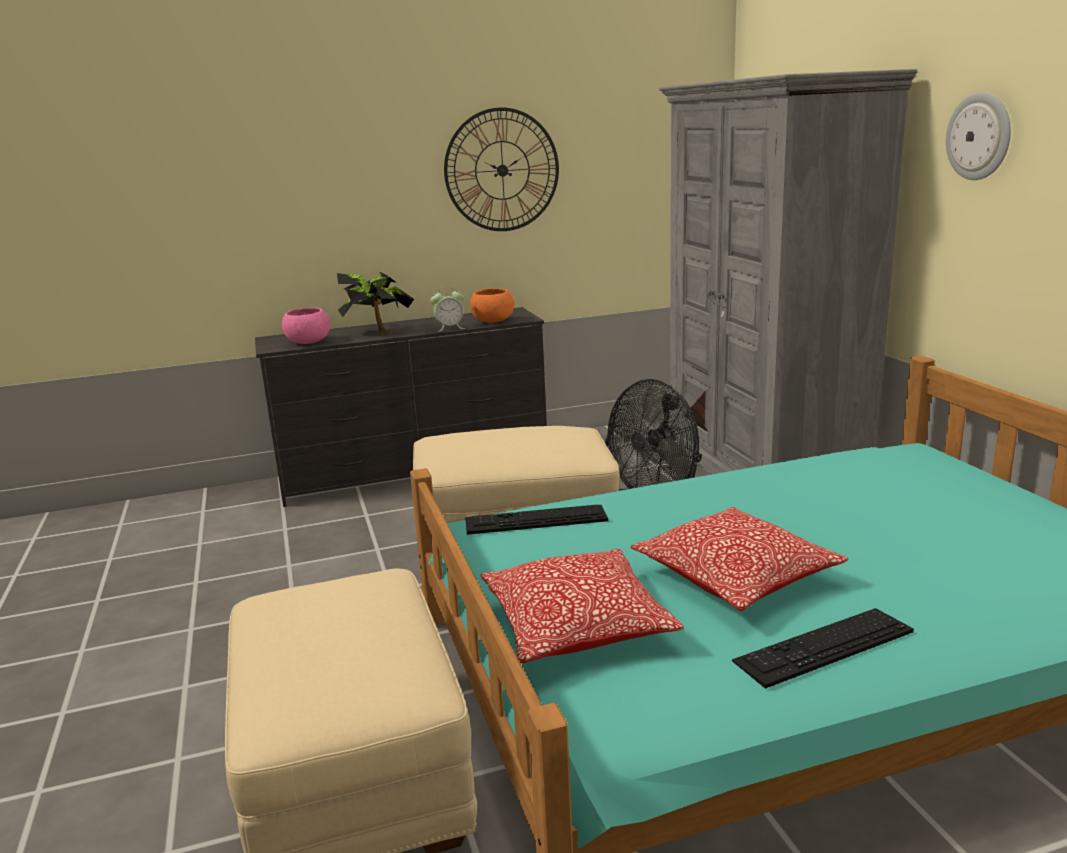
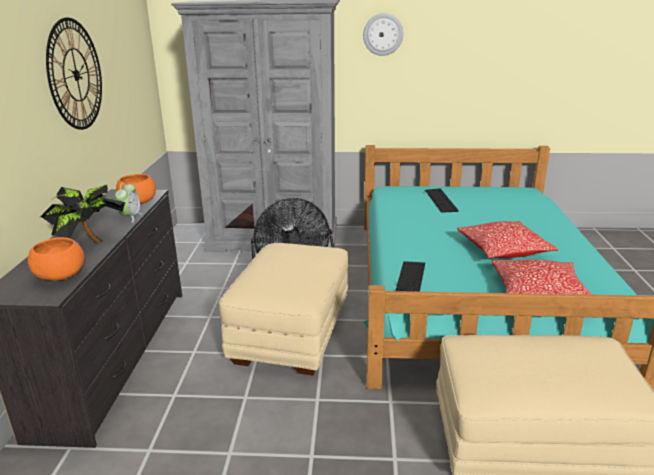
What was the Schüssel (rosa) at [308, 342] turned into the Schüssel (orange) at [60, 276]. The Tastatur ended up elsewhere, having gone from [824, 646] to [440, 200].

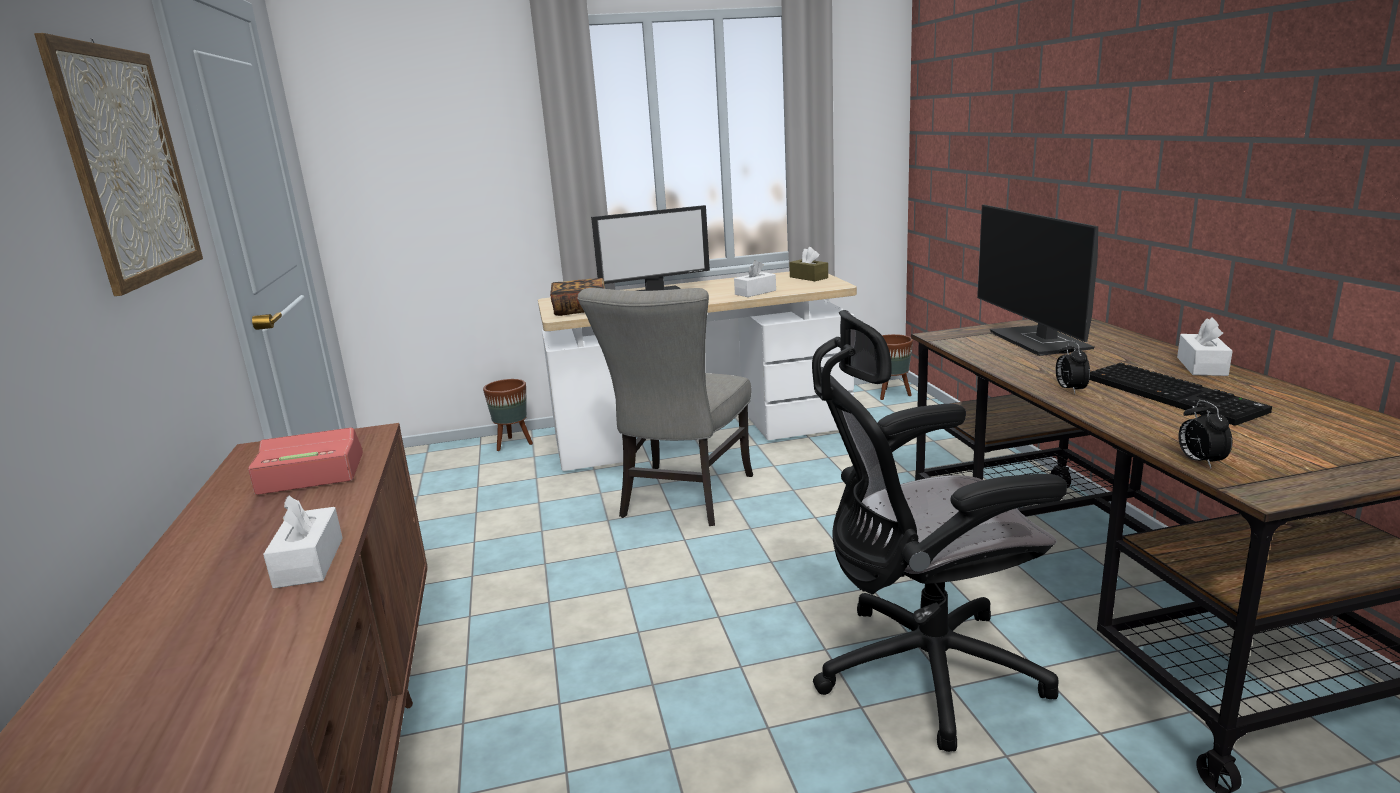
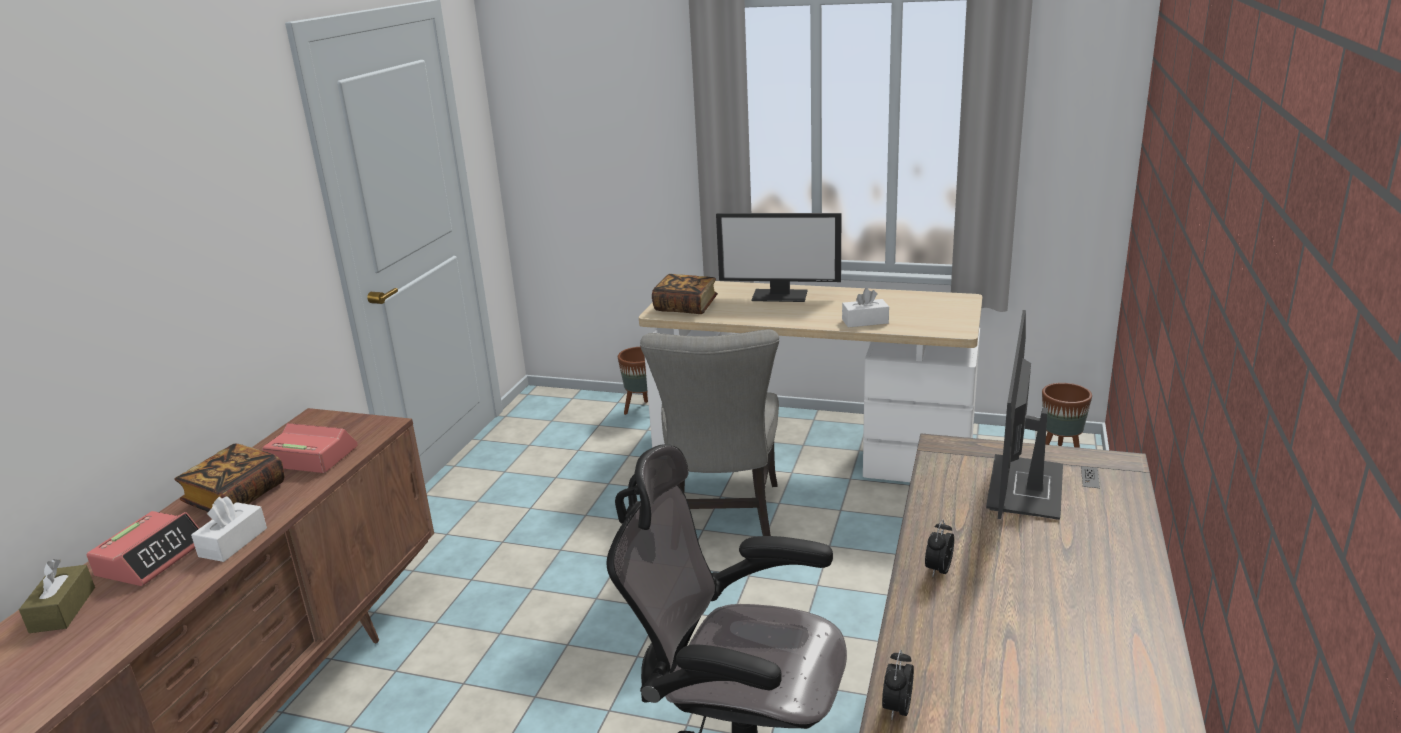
The Taschentuchbox (braun) ended up elsewhere, having gone from [808, 277] to [63, 610]. The second view gained the Wecker at [152, 558]. The second view gained the Buch at [236, 497]. The Stuhl (grau) at [682, 499] ended up facing another way, 45 degrees counterclockwise from before. The second view lost the Bild at [127, 162]. The second view lost the Tastatur at [1175, 395]. The second view lost the Taschentuchbox (weiß) at [1201, 366].

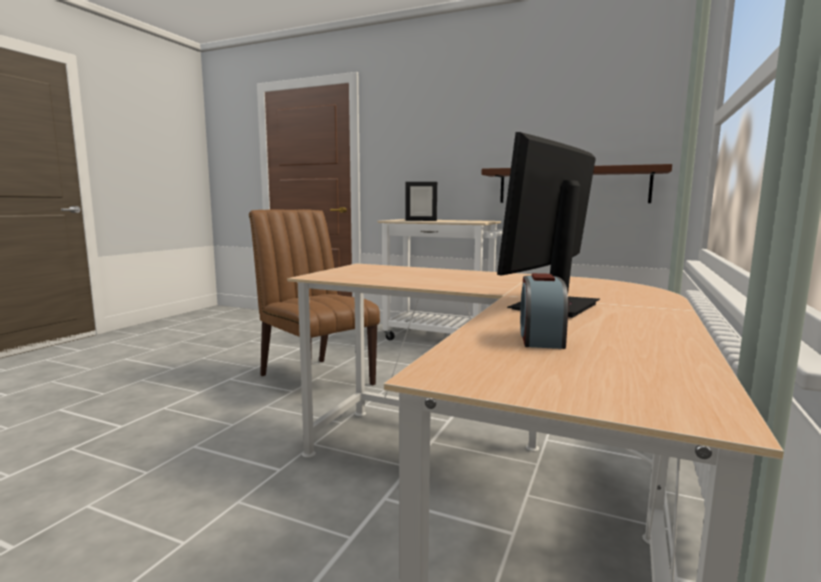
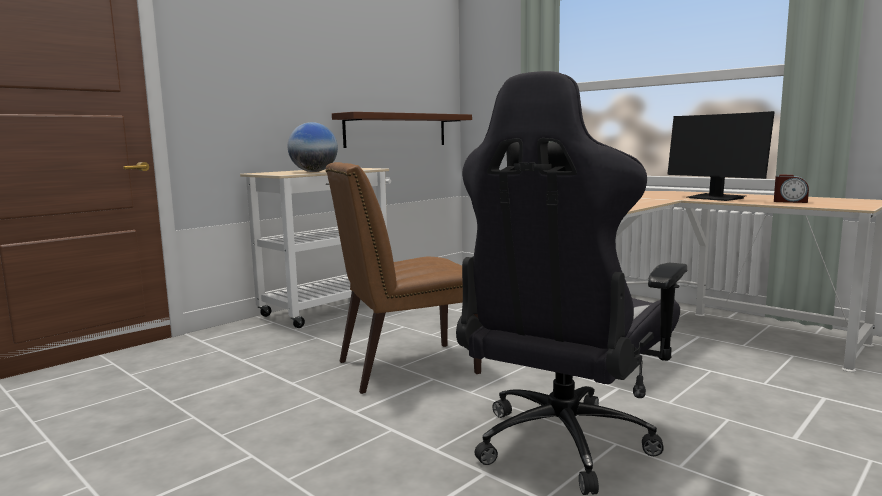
Where the Bilderrahmen stood at [421, 220], the Globus came to stand at [314, 172]. The second view gained the Bürostuhl (schwarz) at [566, 438].

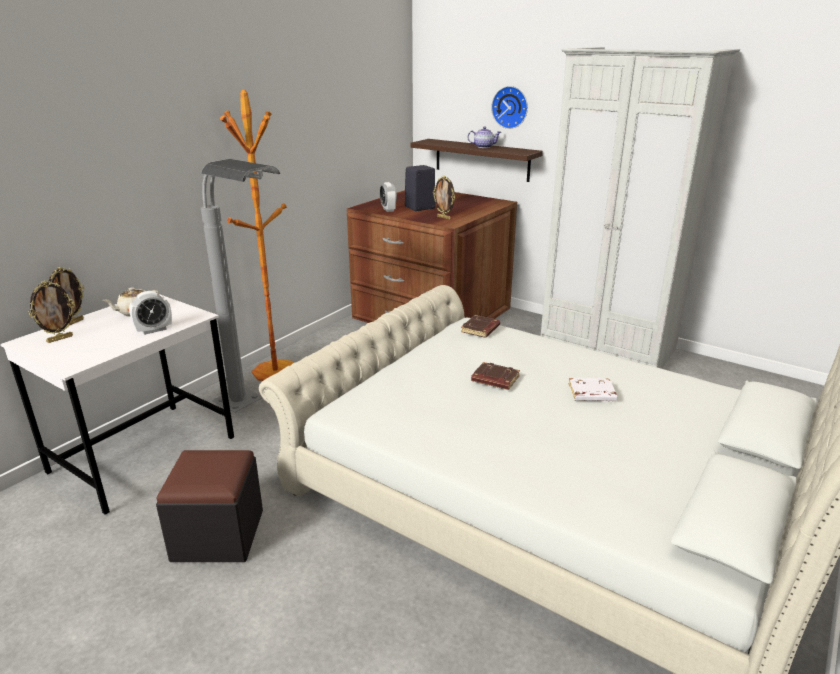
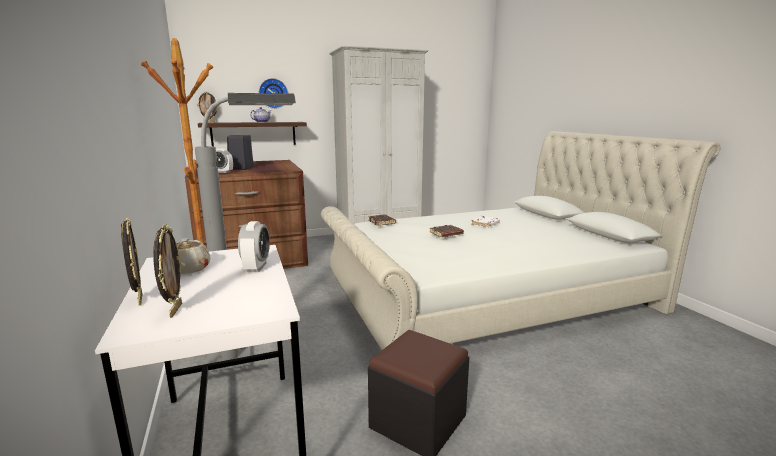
The Bilderrahmen ended up elsewhere, having gone from [444, 217] to [209, 122].

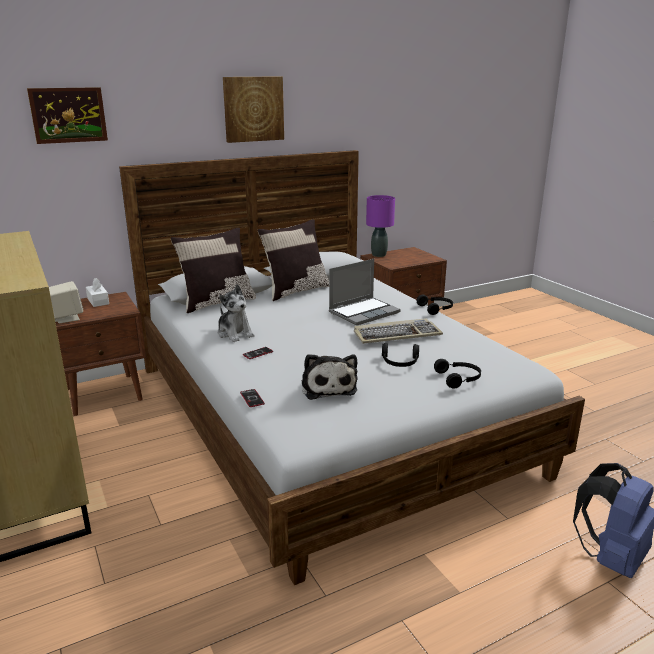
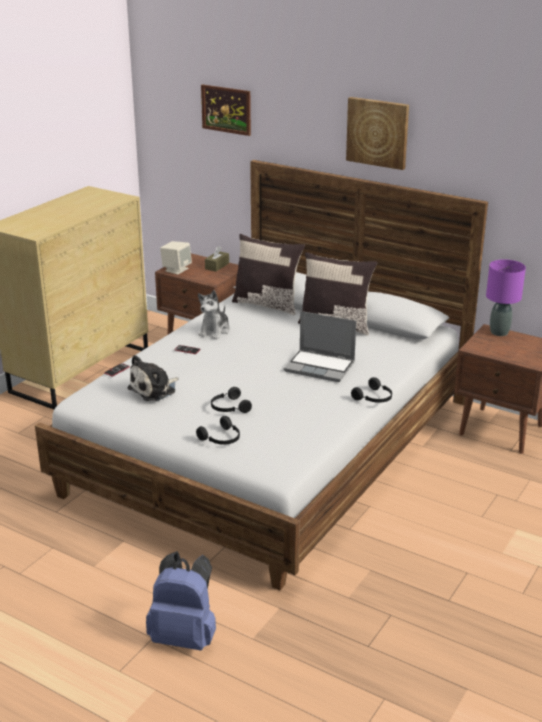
What was the Taschentuchbox (weiß) at [98, 301] turned into the Taschentuchbox (braun) at [217, 266]. The second view lost the Tastatur at [397, 334].

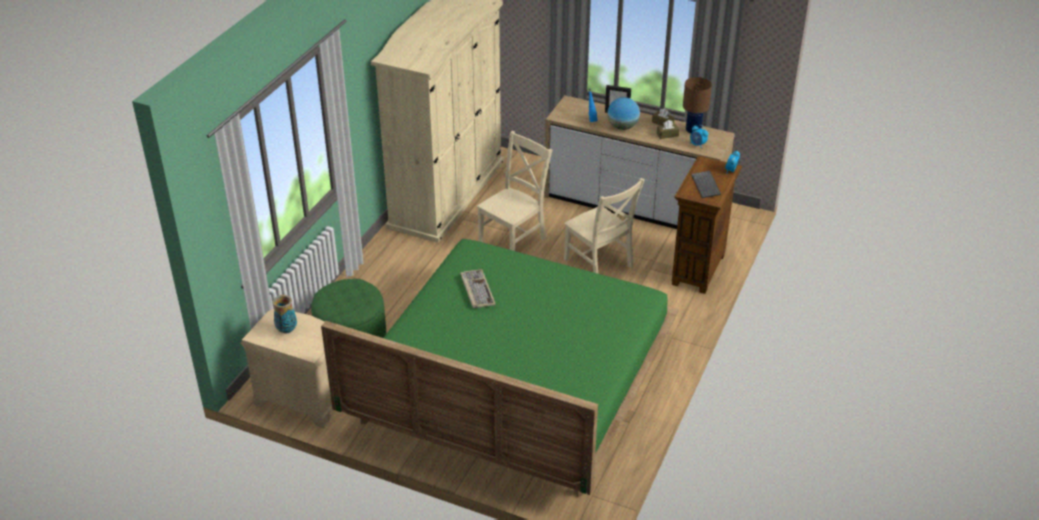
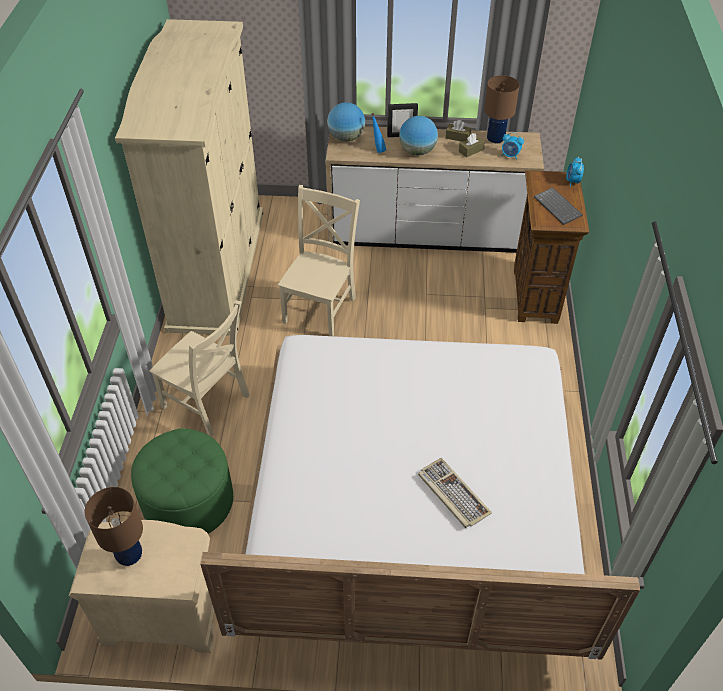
Where the Vase stood at [286, 330], the Tischlampe (braun) came to stand at [130, 556]. The Stuhl (beige) ended up elsewhere, having gone from [600, 265] to [208, 403]. What was the Bett (grün) at [515, 380] turned into the Bett (weiß) at [412, 502]. The second view gained the Globus at [346, 138]. The Tastatur ended up elsewhere, having gone from [477, 290] to [452, 494].

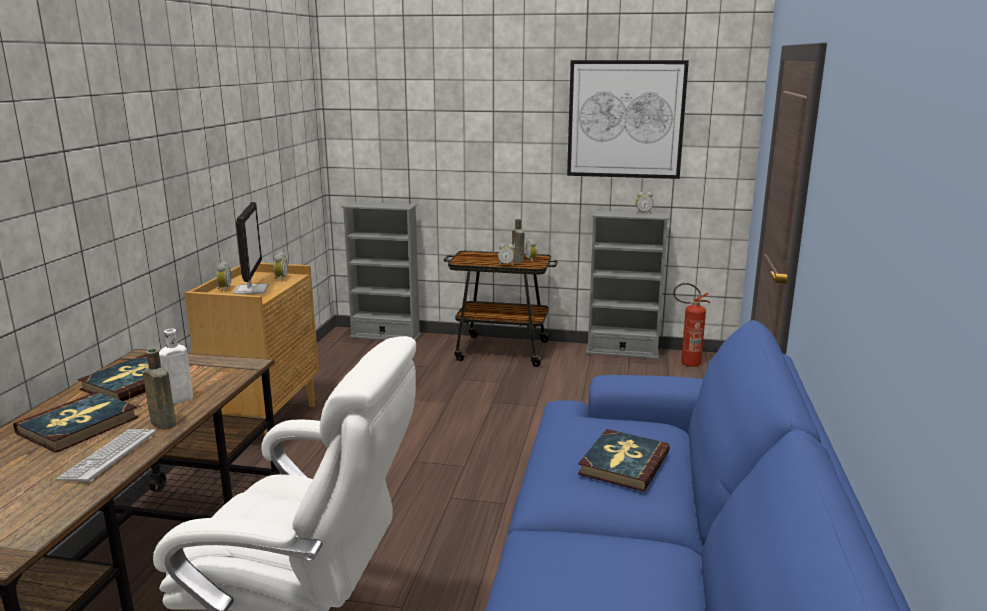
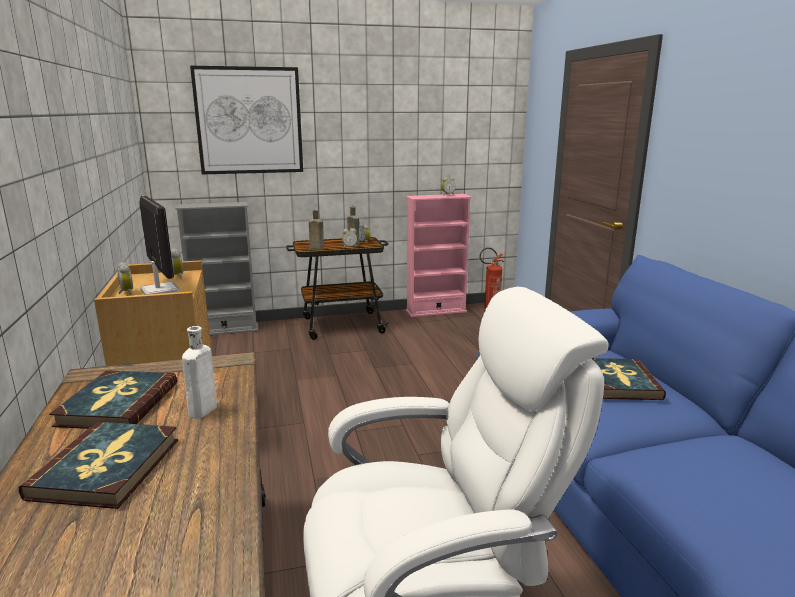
The Bild ended up elsewhere, having gone from [625, 119] to [249, 121]. The Flasche (braun) ended up elsewhere, having gone from [162, 423] to [315, 248]. What was the Bücherregal (grau) at [622, 352] turned into the Bücherregal (rosa) at [436, 311]. The second view lost the Tastatur at [109, 456].

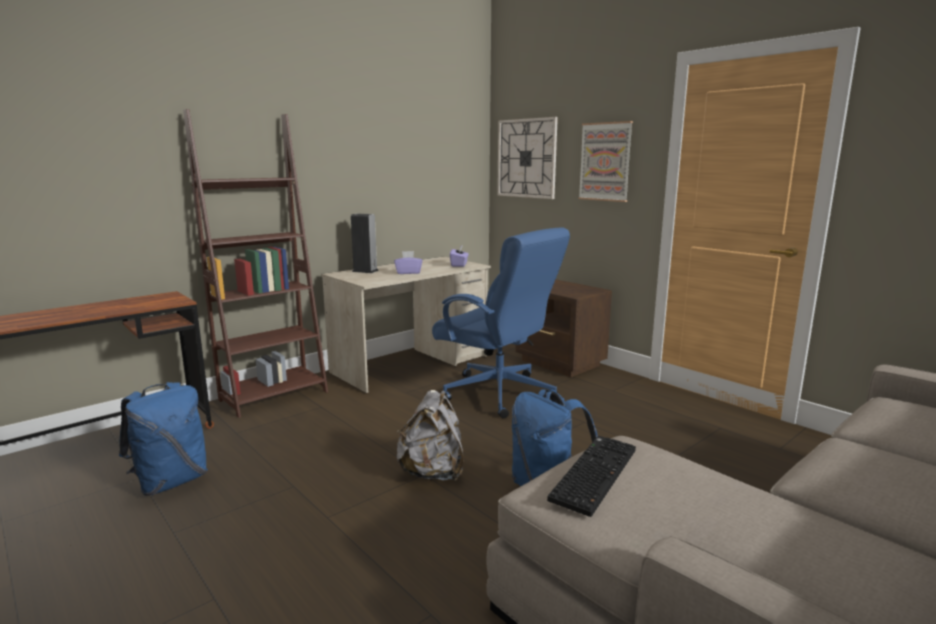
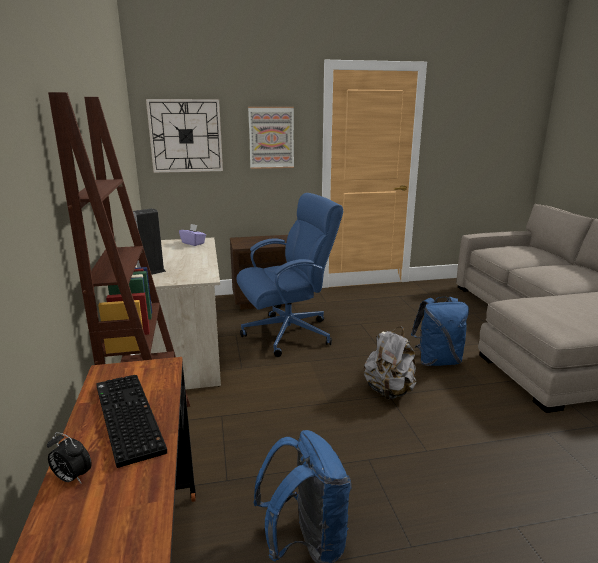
The second view gained the Wecker at [72, 478]. The Tastatur ended up elsewhere, having gone from [593, 473] to [125, 417]. The second view lost the Taschentuchbox (lila) at [408, 272].

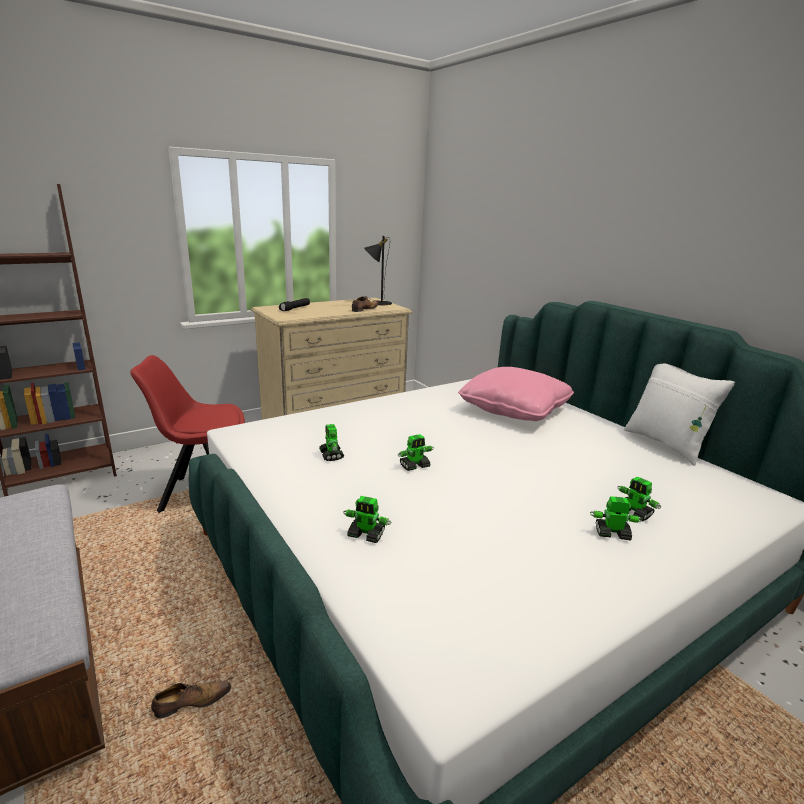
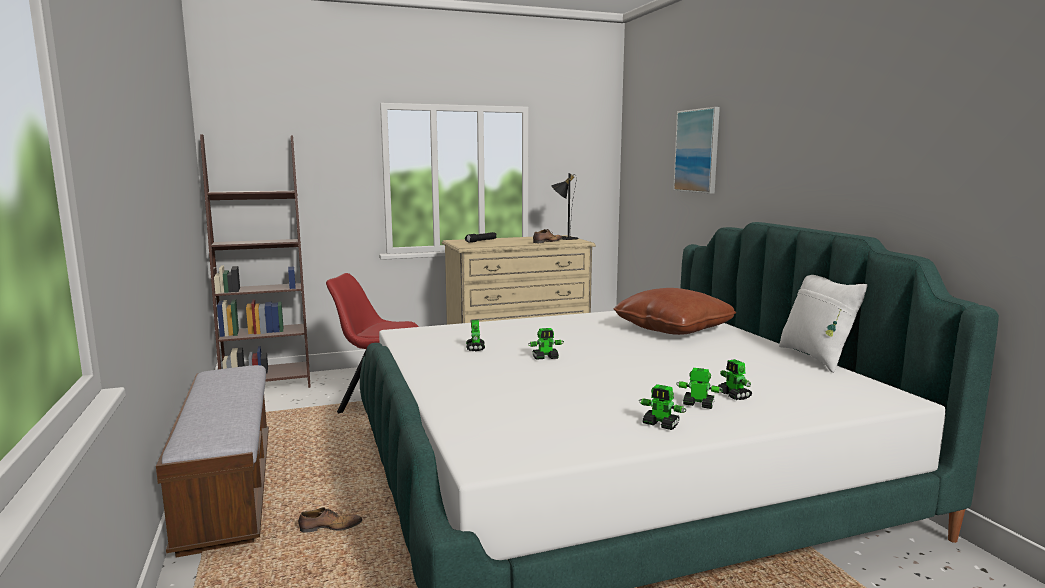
What was the Kissen (rosa) at [514, 410] turned into the Kissen (braun) at [673, 329]. The Spielzeugroboter ended up elsewhere, having gone from [366, 535] to [661, 424]. The second view gained the Bild at [697, 151].

